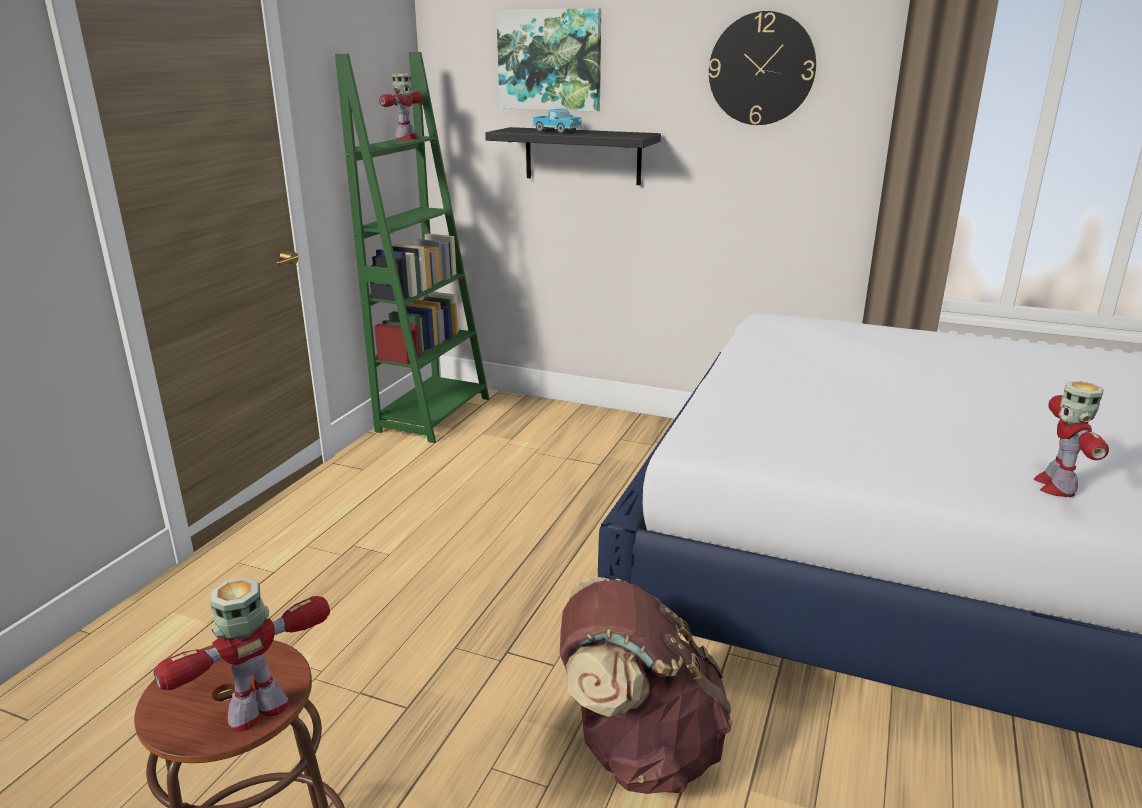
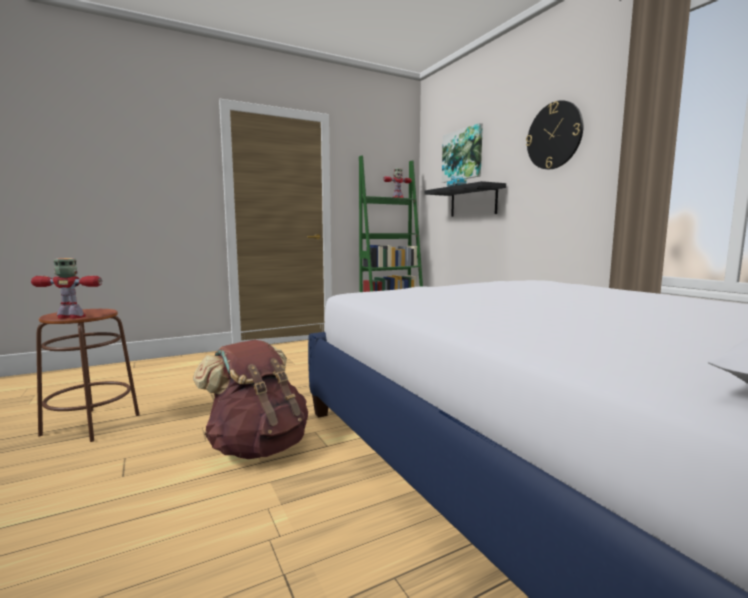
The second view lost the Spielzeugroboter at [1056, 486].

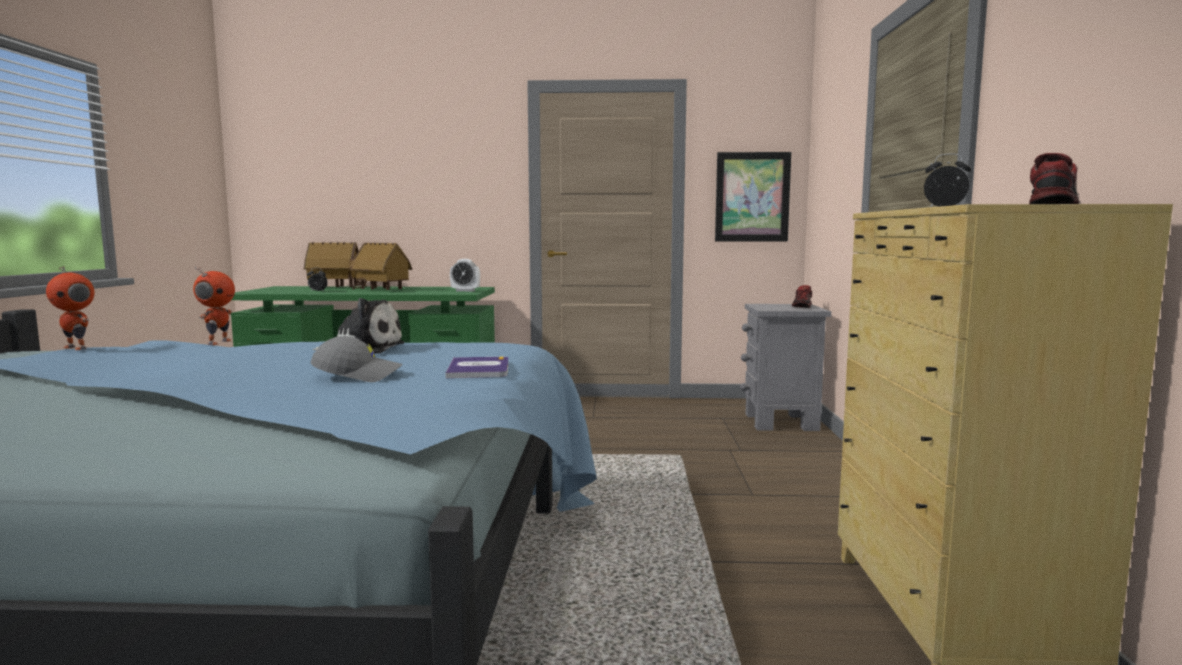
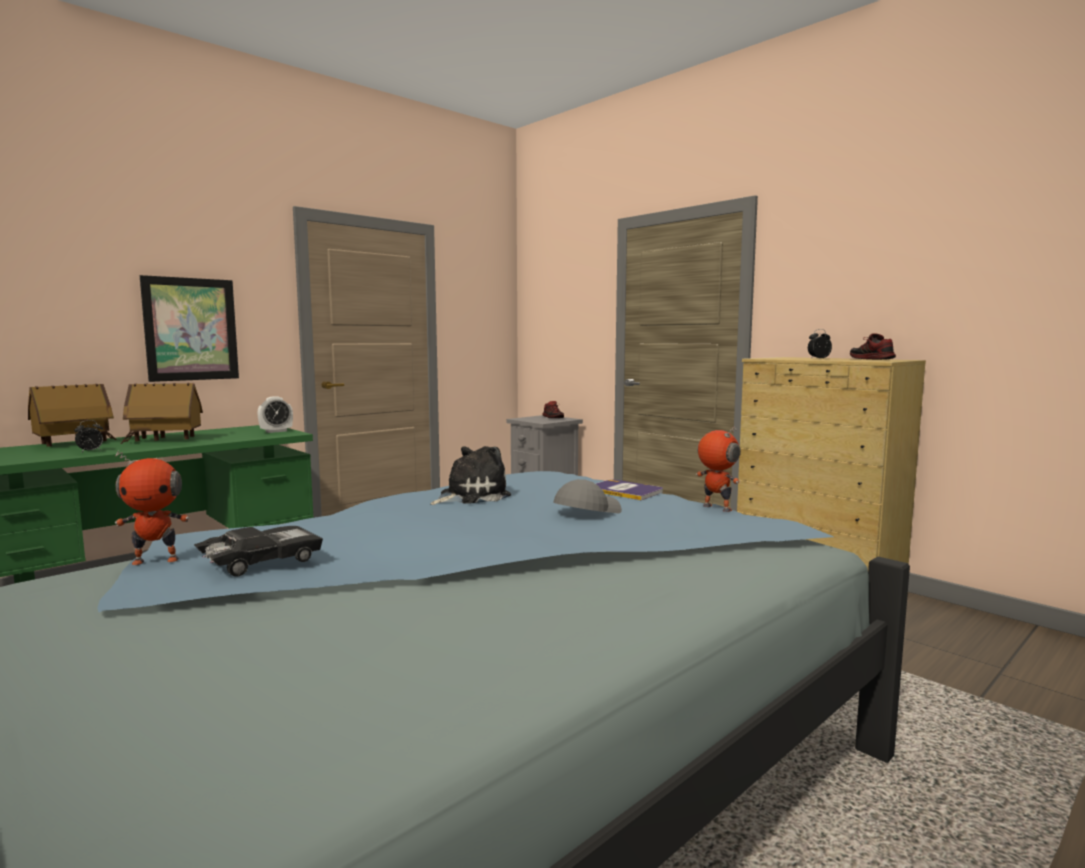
The Bild ended up elsewhere, having gone from [752, 197] to [191, 329]. The second view gained the Spielzeugauto (schwarz) at [261, 561]. The Spielzeugroboter ended up elsewhere, having gone from [218, 342] to [715, 508].

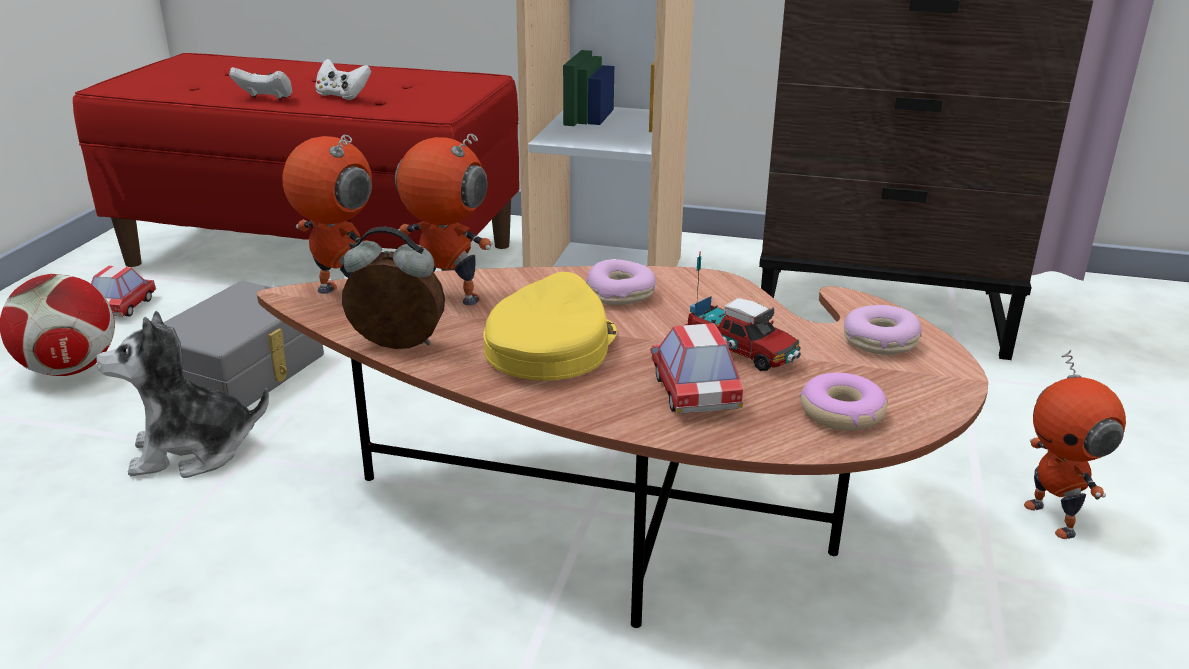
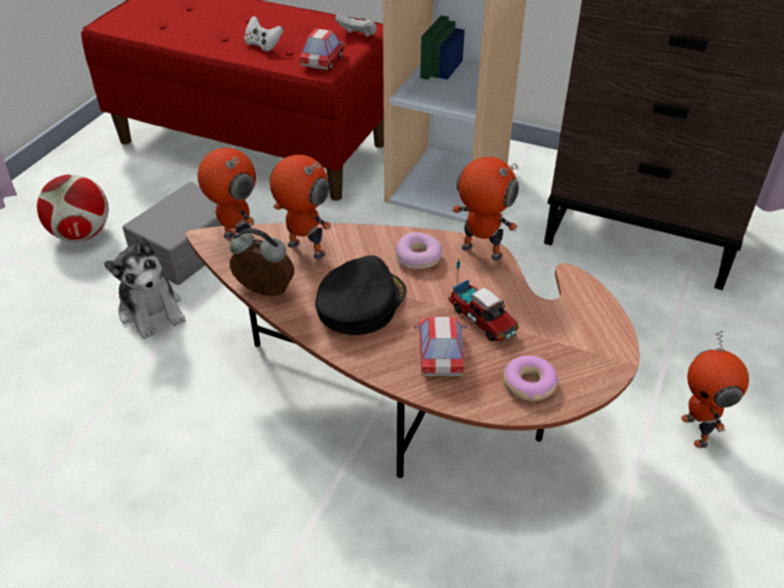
The Plüschtier at [192, 451] ended up facing another way, 120 degrees counterclockwise from before. The Spielzeugauto ended up elsewhere, having gone from [123, 307] to [323, 61]. What was the Kappe (gelb) at [550, 346] turned into the Kappe (schwarz) at [360, 303]. The Gamepad (weiß) ended up elsewhere, having gone from [266, 98] to [357, 35]. The second view gained the Spielzeugroboter at [480, 252]. The second view lost the Donut at [879, 342].

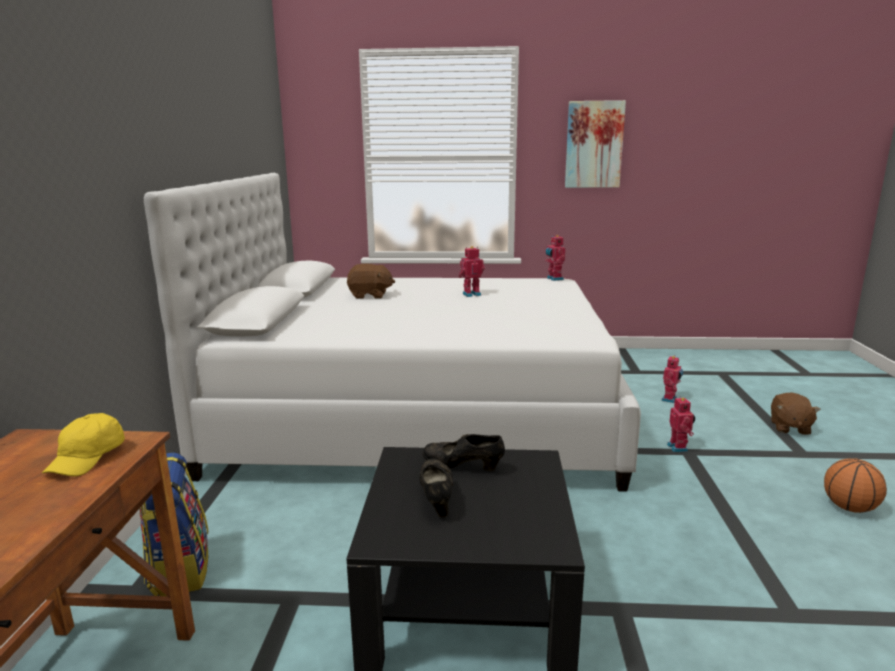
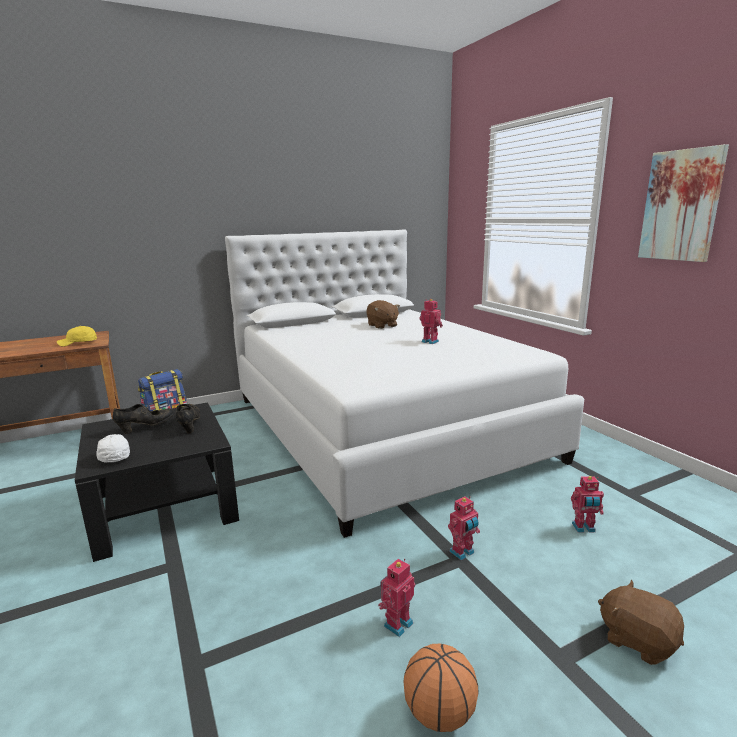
The second view gained the Kappe (weiß) at [113, 456]. The Spielzeugroboter ended up elsewhere, having gone from [554, 279] to [396, 623]. The Plüschtier (braun) at [789, 427] ended up facing another way, 60 degrees clockwise from before.

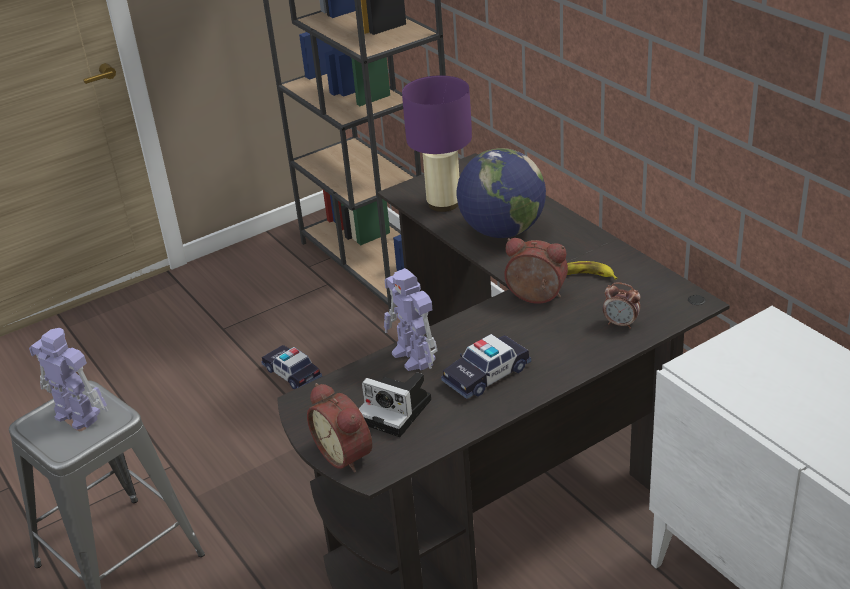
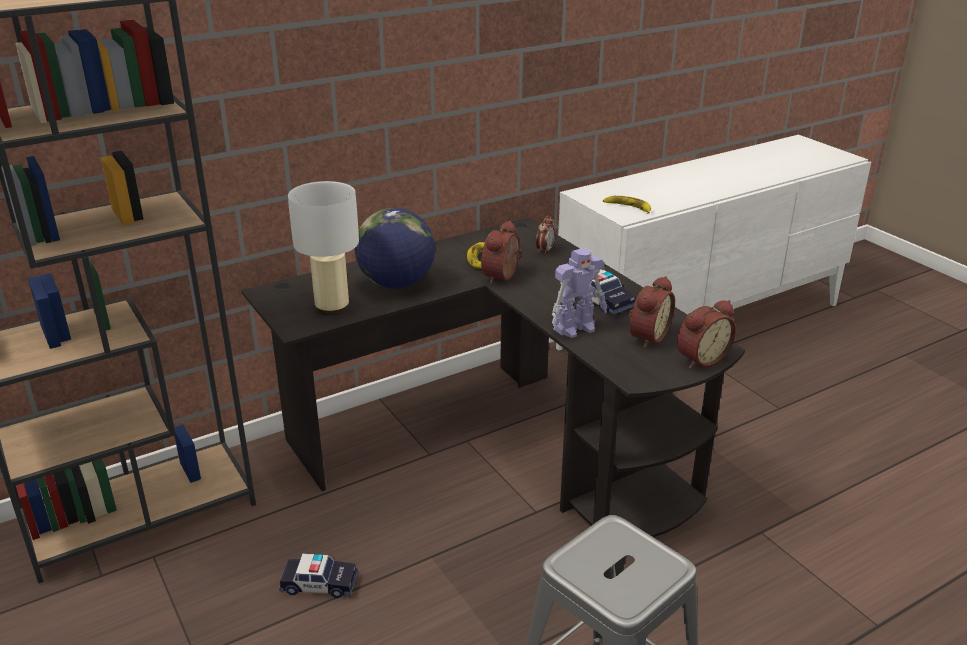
The Spielzeugauto at [292, 373] ended up facing another way, 135 degrees counterclockwise from before. What was the Tischlampe (lila) at [443, 203] turned into the Tischlampe (weiß) at [331, 308]. The second view gained the Banane at [627, 207]. Where the Kamera stood at [397, 411], the Wecker came to stand at [646, 336]. The second view lost the Spielzeugroboter at [76, 415].

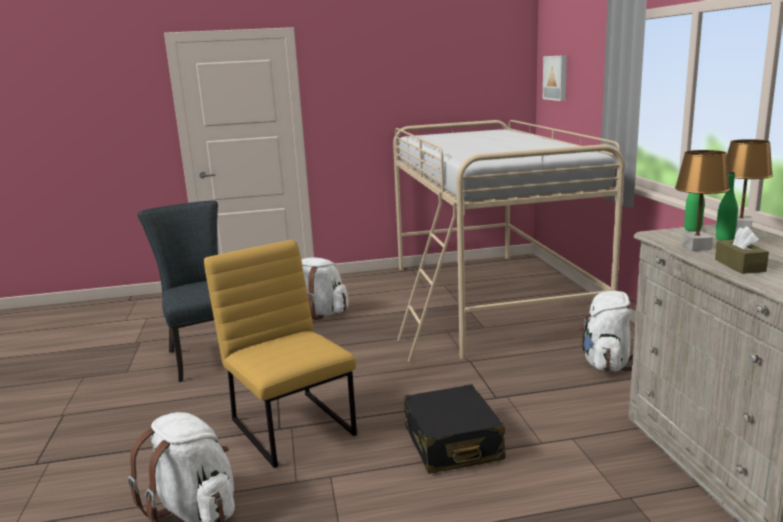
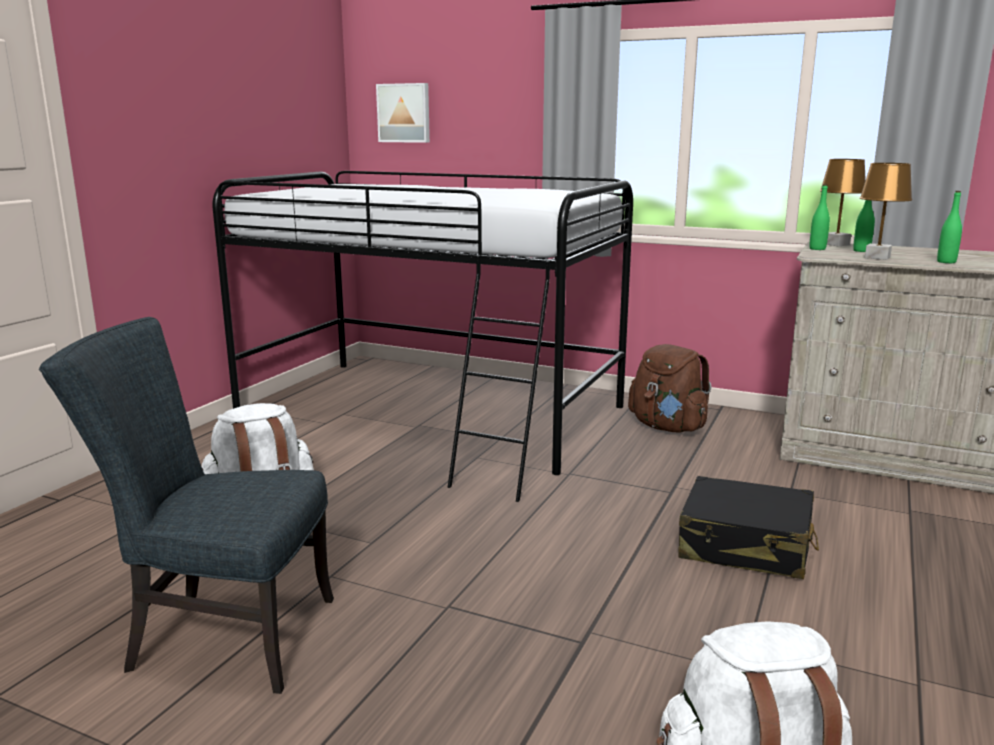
What was the Bett (beige) at [487, 299] turned into the Bett (schwarz) at [433, 412]. What was the Rucksack (weiß) at [607, 363] turned into the Rucksack (braun) at [667, 427]. Where the Taschentuchbox (braun) stood at [739, 265], the Flasche (grün) came to stand at [946, 262]. The second view lost the Stuhl (gelb) at [291, 425].

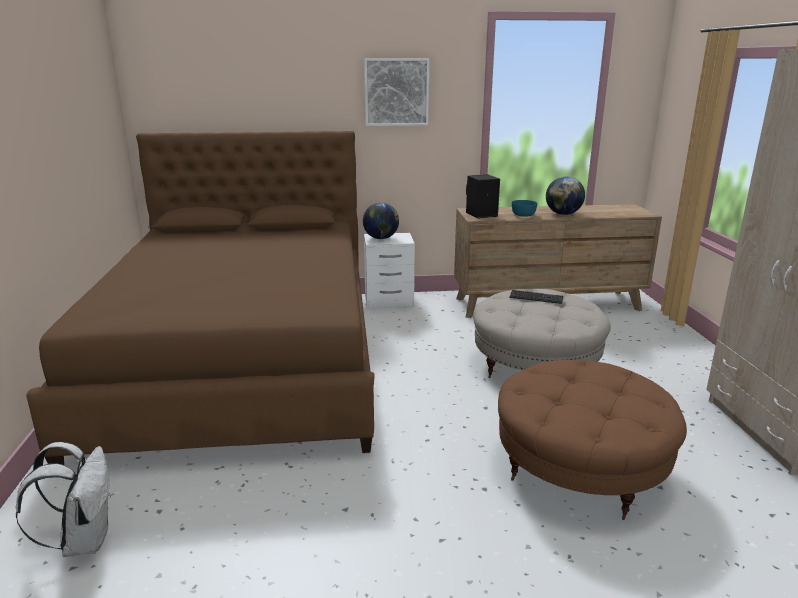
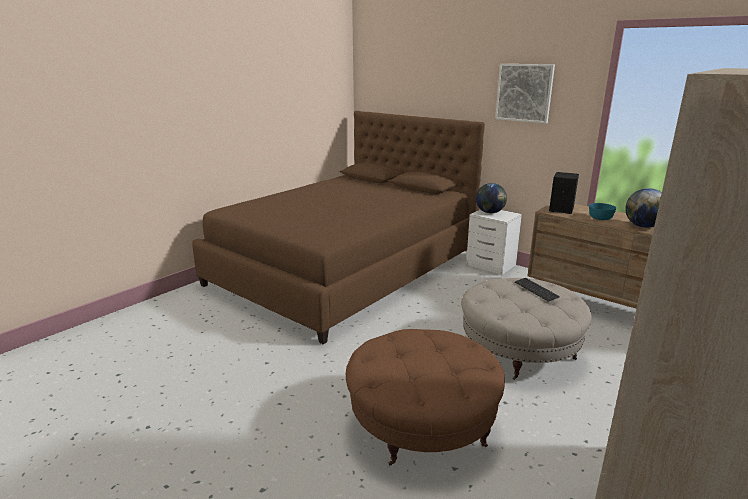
The second view lost the Rucksack (weiß) at [84, 540].

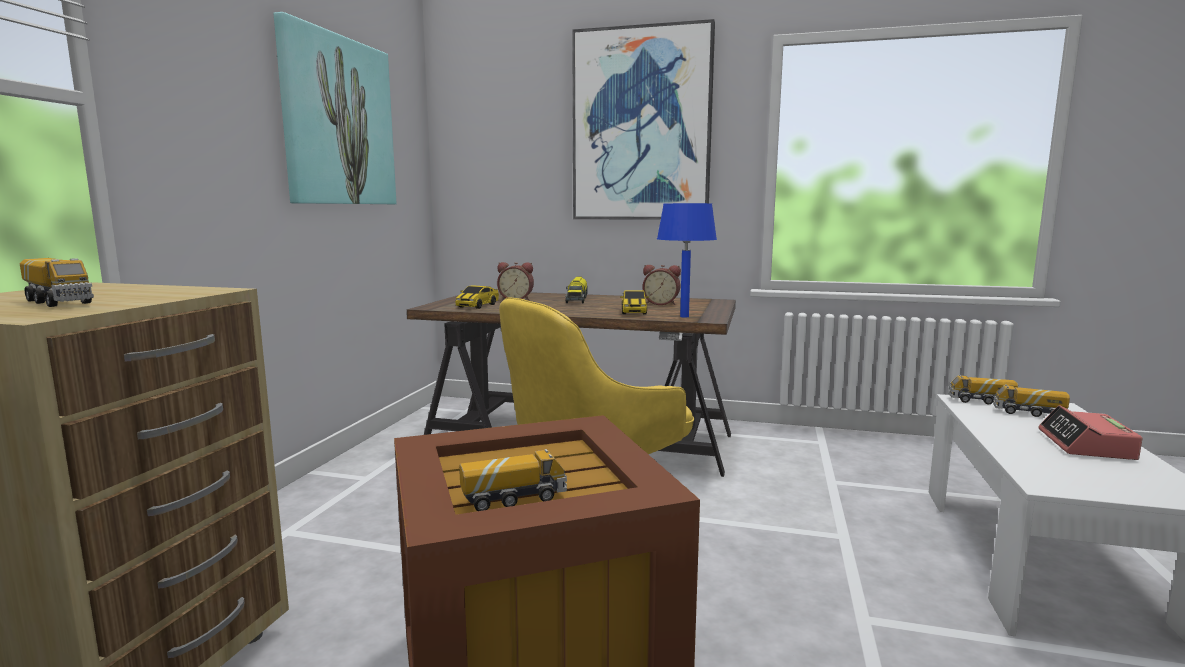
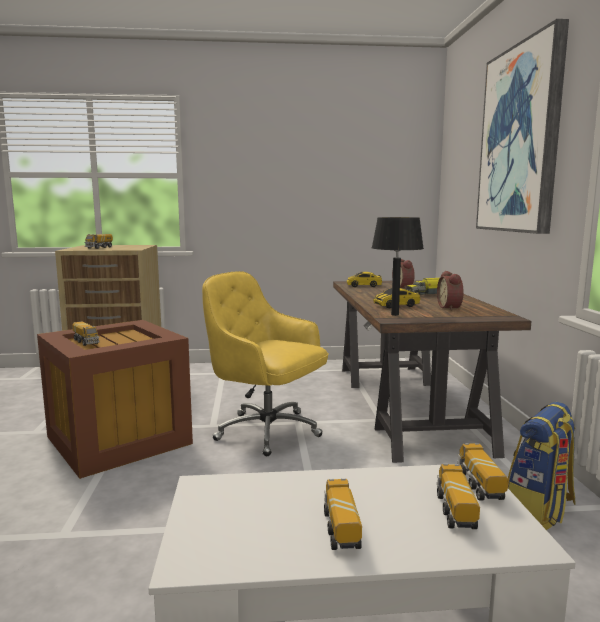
Where the Wecker stood at [1086, 445], the Spielzeuglaster came to stand at [341, 529]. What was the Tischlampe (blau) at [684, 316] turned into the Tischlampe (schwarz) at [394, 314]. The second view gained the Rucksack at [539, 511]. The second view lost the Bild at [338, 122].

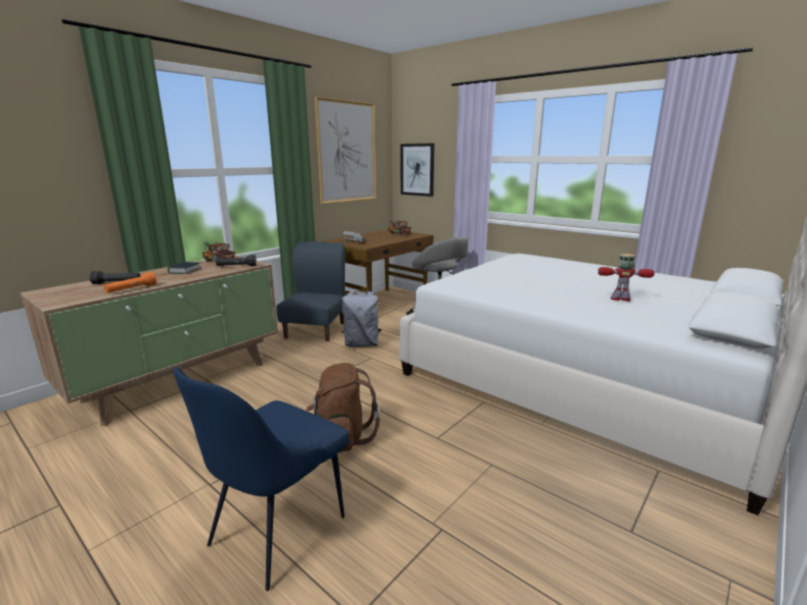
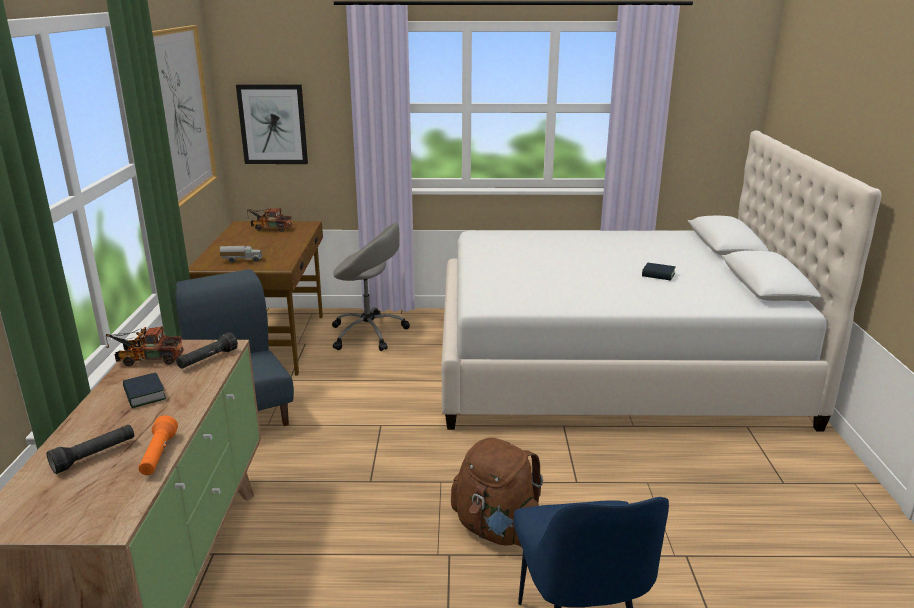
Where the Spielzeugroboter stood at [620, 299], the Buch came to stand at [658, 275]. The second view lost the Rucksack (grau) at [362, 344].

